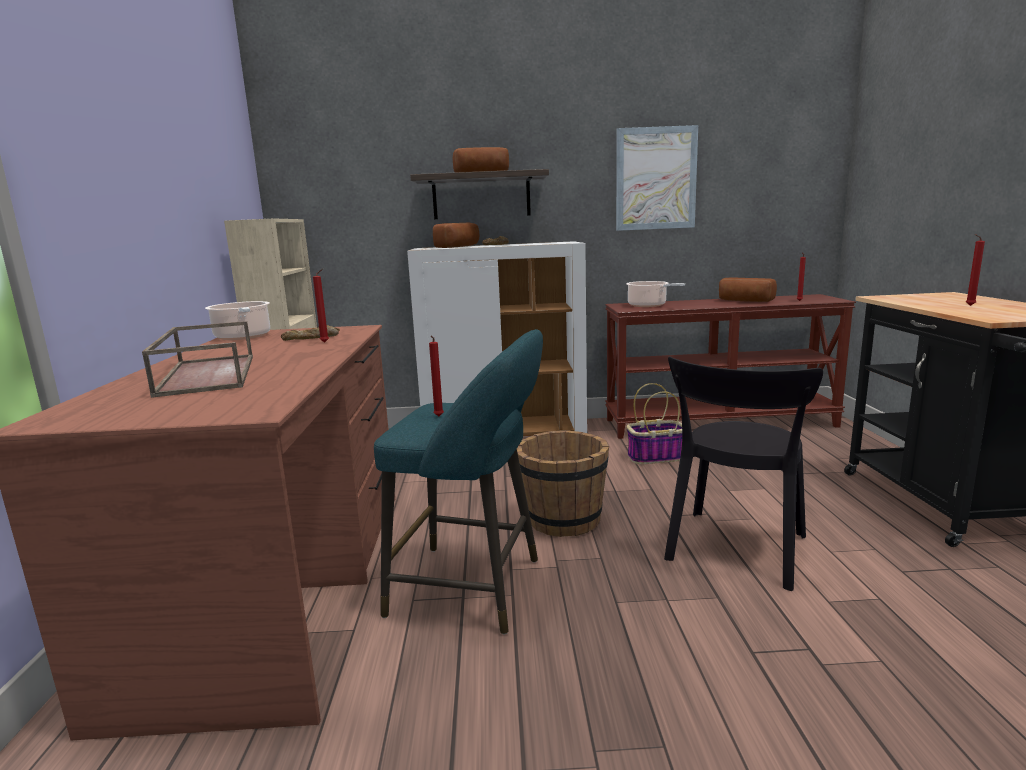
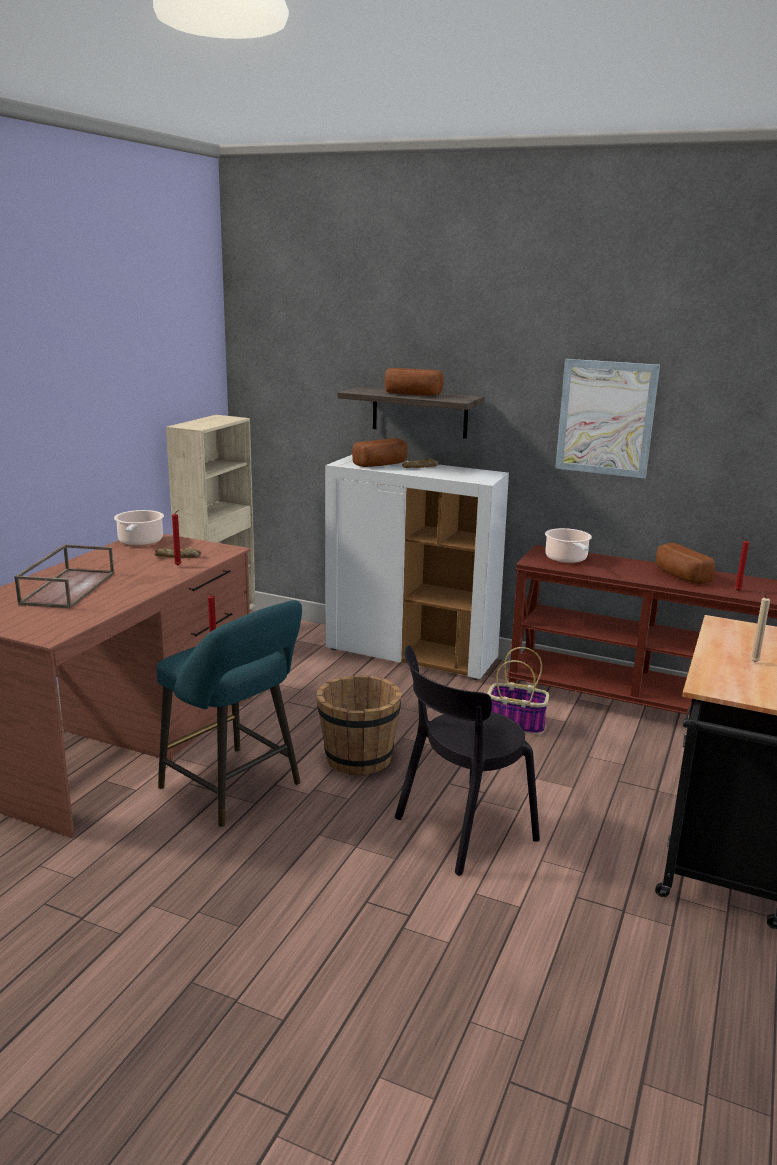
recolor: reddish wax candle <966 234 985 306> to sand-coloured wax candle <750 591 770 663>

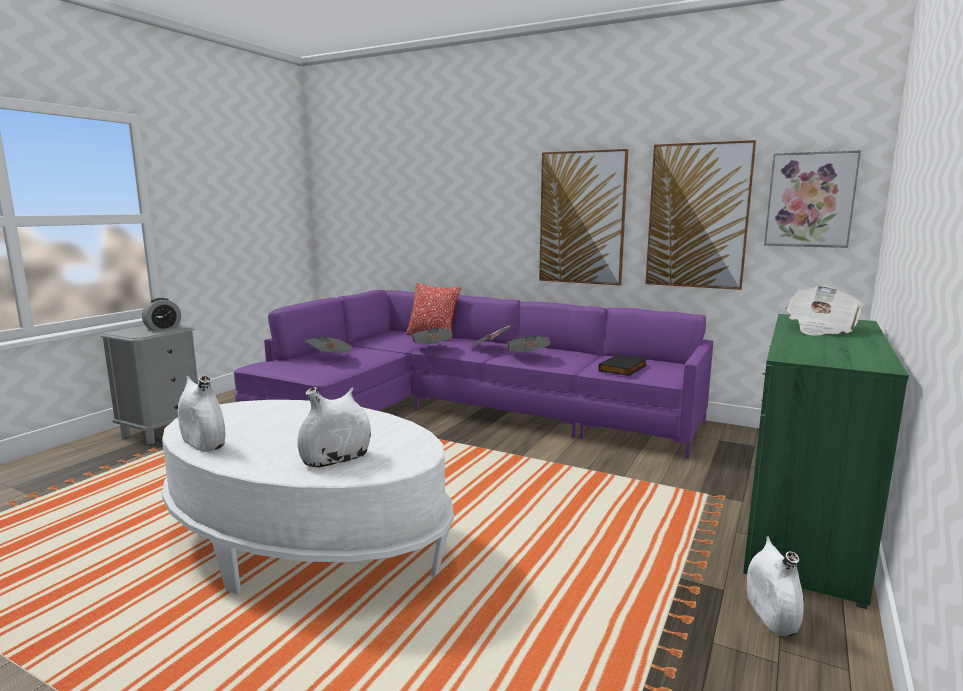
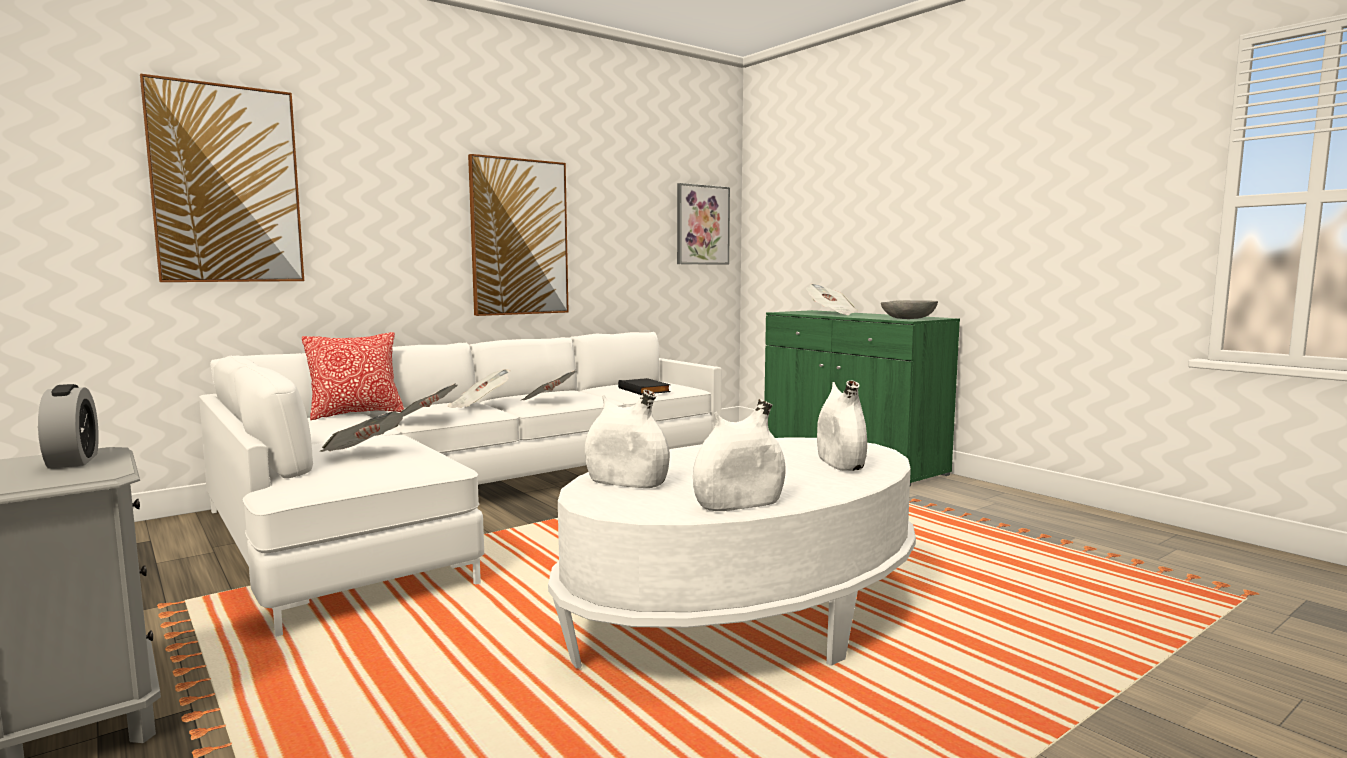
insert: greyish deep dish <881 300 938 319>
move: picture <645 140 756 290> to <140 74 304 282>; white-coloured vase <747 537 804 636> to <584 390 670 488>
recolor: purplish sofa <233 290 714 459> to white-coloured sofa <199 332 722 637>

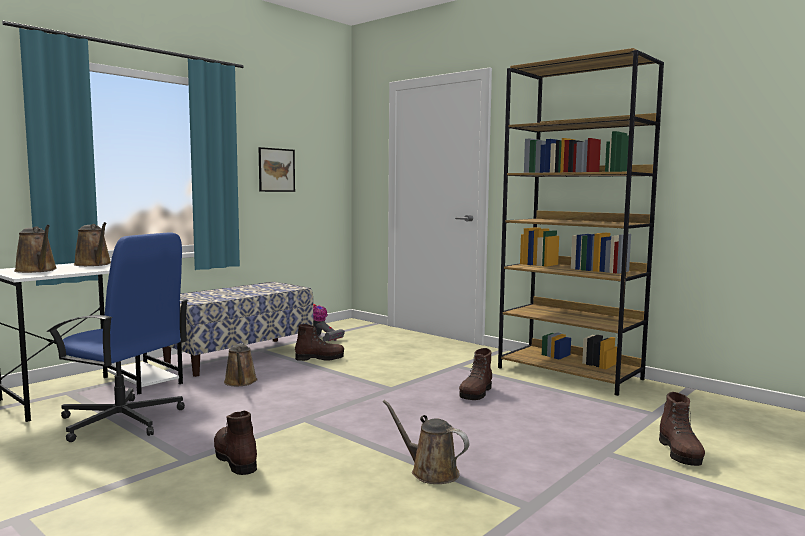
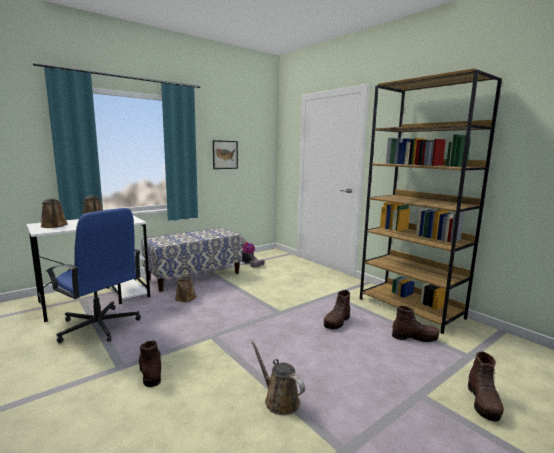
move: brownish tall boot <295 324 344 361> to <392 306 440 342>

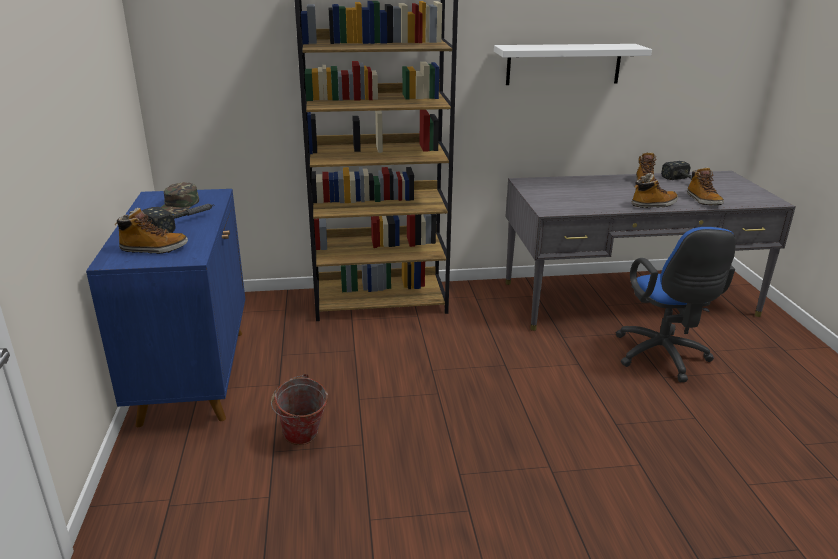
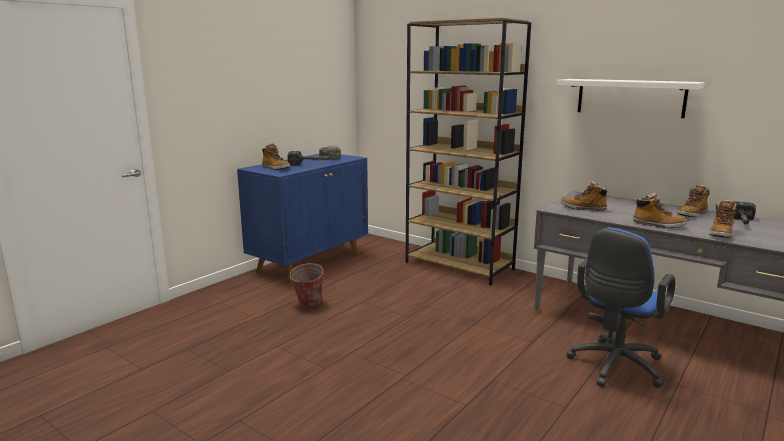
insert: tall boot <561 181 609 211>

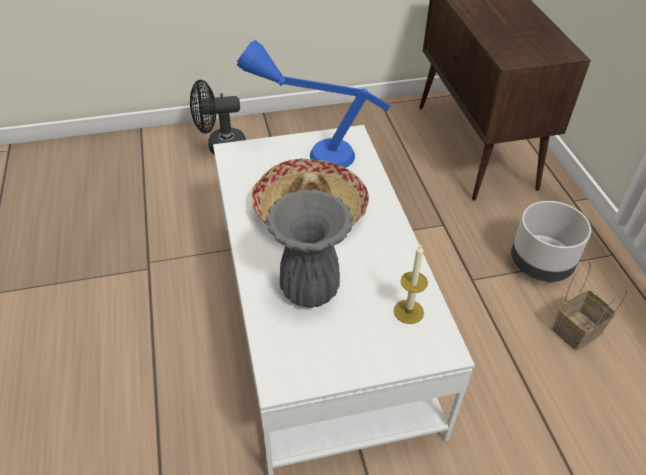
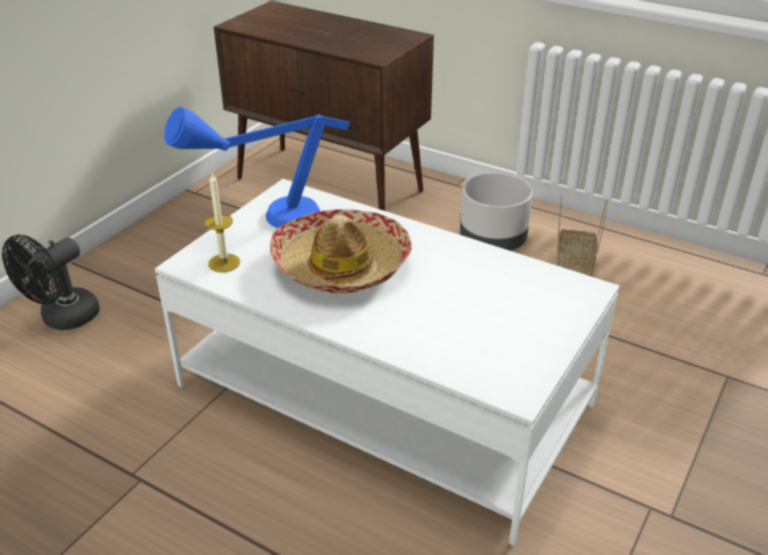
delete: greyish vase <266 189 353 308>
move: wax candle <394 245 428 324> to <205 173 240 272>

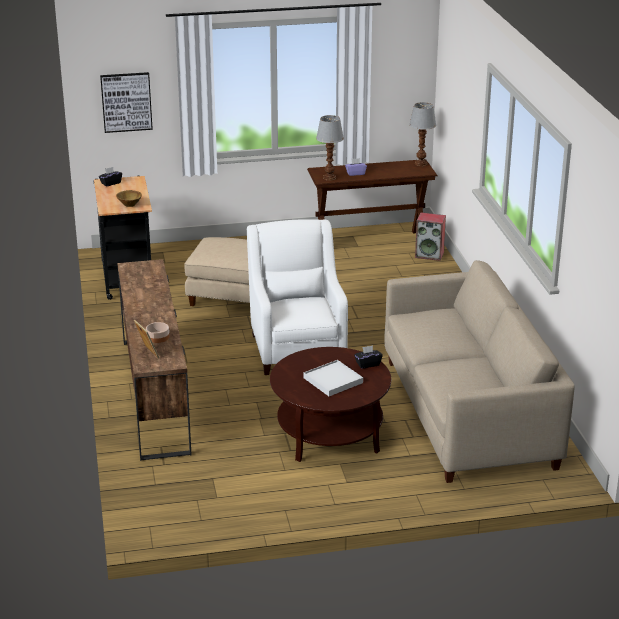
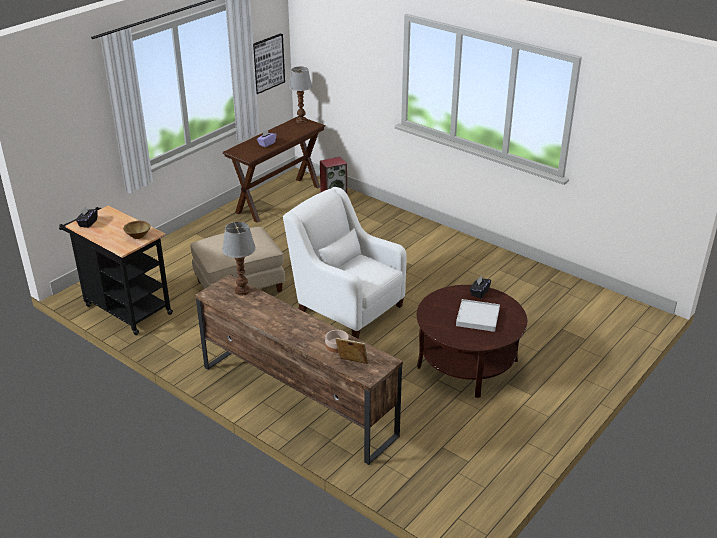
delete: sand-coloured sofa <384 260 575 483>
move: picture <100 72 153 133> to <253 33 285 94>; table lamp <316 115 344 181> to <222 222 256 296>

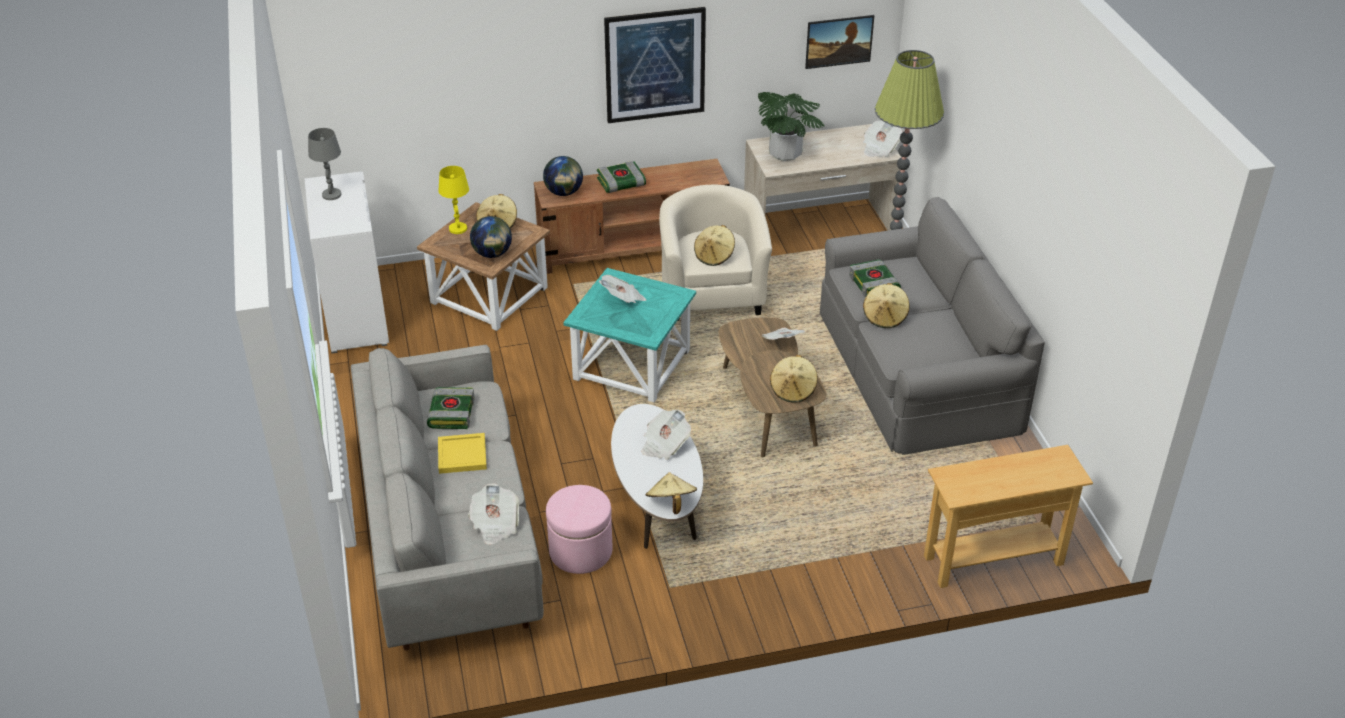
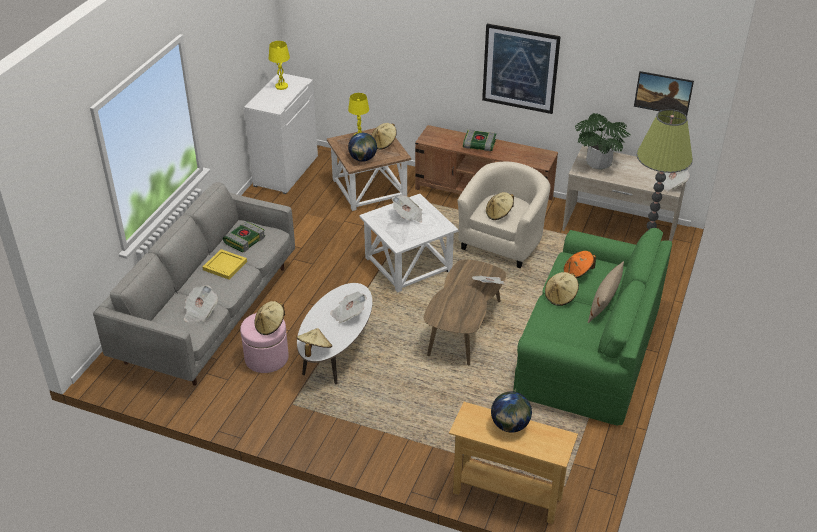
insert: sand-coloured pillow <588 261 624 323>
move: desk globe <543 156 583 196> to <491 391 532 433>; sand-coloured hat <770 355 818 403> to <254 301 285 335>
replace: bound book <849 259 901 298> to orangey hat <563 251 596 278>
recolor: greyish table lamp <308 128 341 200> to yellow-coloured table lamp <269 41 290 90>; blue-green accent table <563 268 696 402> to white-coloured accent table <359 194 458 292>; greyish sofa <820 197 1045 455> to green sofa <513 228 672 426>

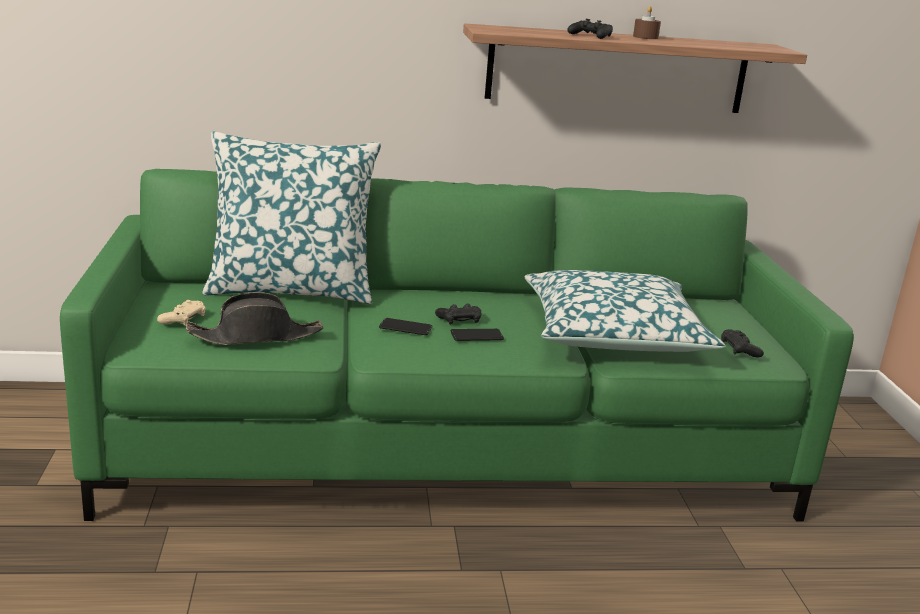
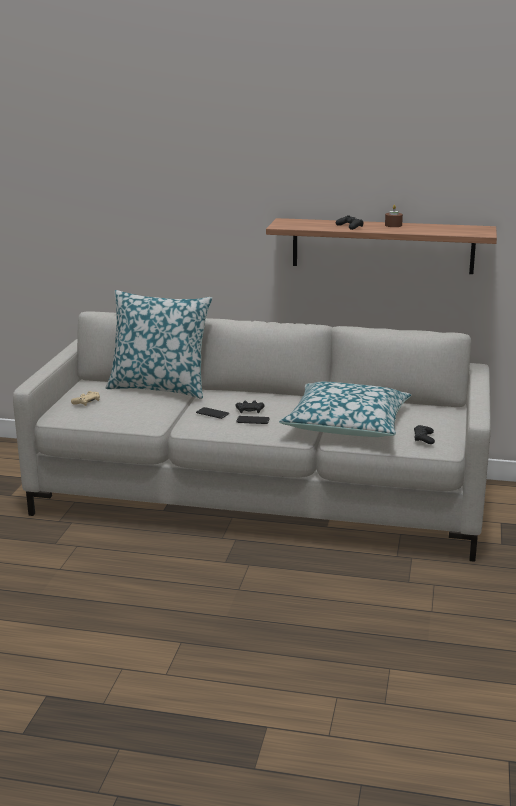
delete: black hat <186 292 324 345>
recolor: green sofa <60 169 854 522> to greyish sofa <13 311 491 562>

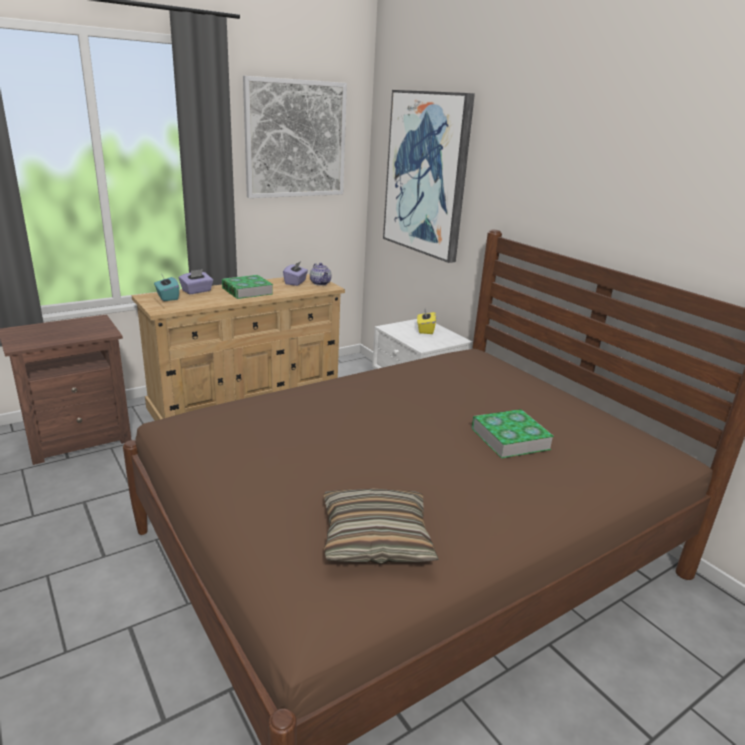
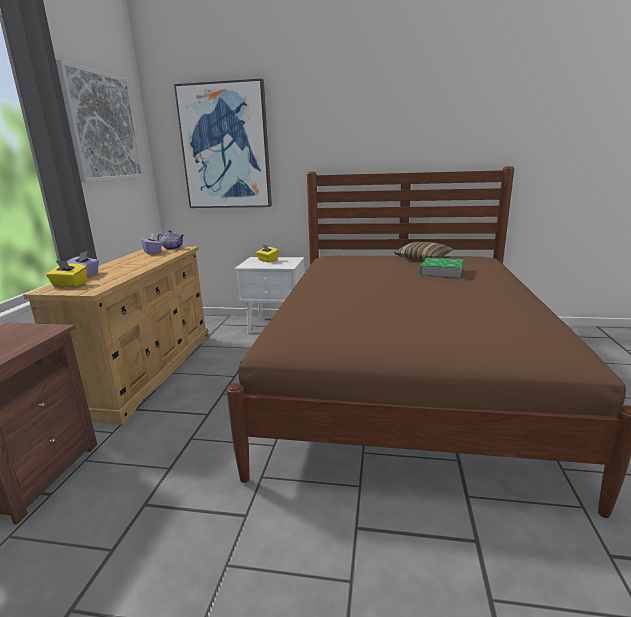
delete: bound book <222 275 273 299>
move: pillow <323 488 439 564> to <394 242 453 261>
recolor: blue-green box of tissues <154 273 179 301> to yellow-coloured box of tissues <46 260 87 287>

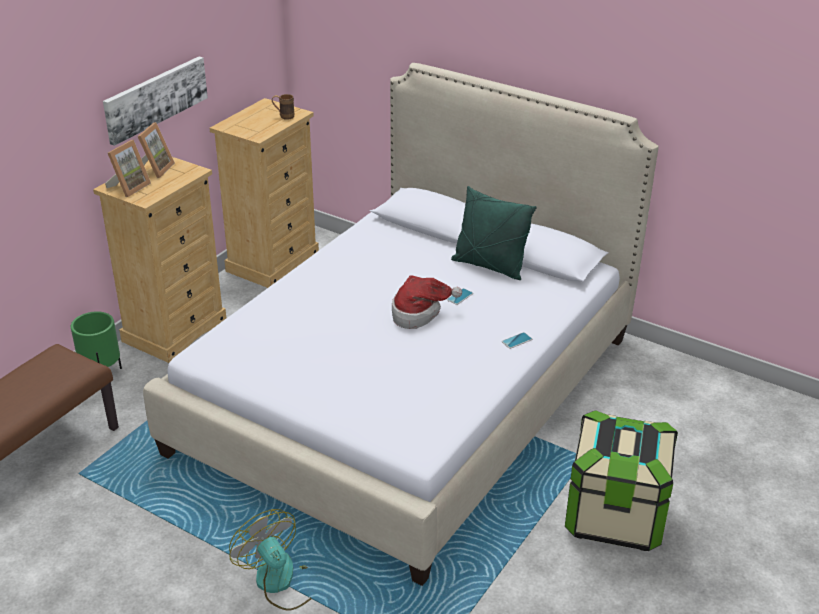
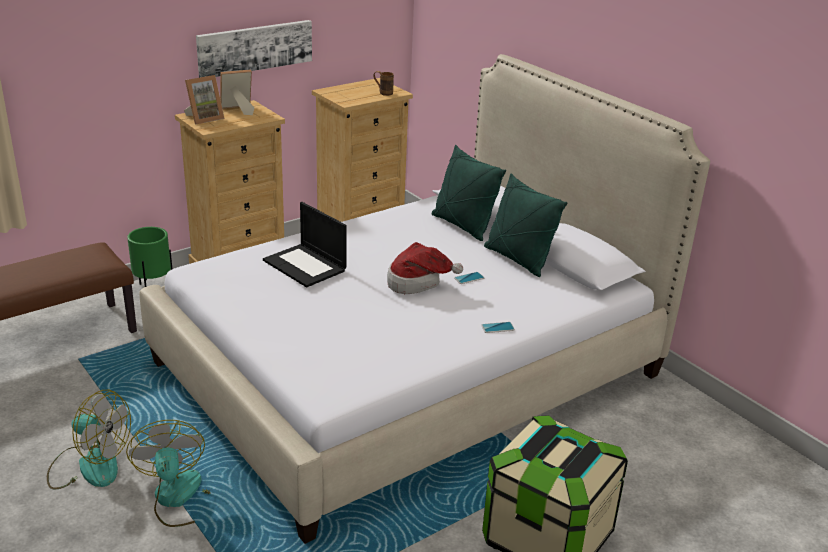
insert: electric fan <47 390 131 490>; portable computer <263 202 347 287>; green pillow <432 145 506 241>
rotate: picture frame <138 122 175 178> = <220 69 255 115> 150 degrees counterclockwise

